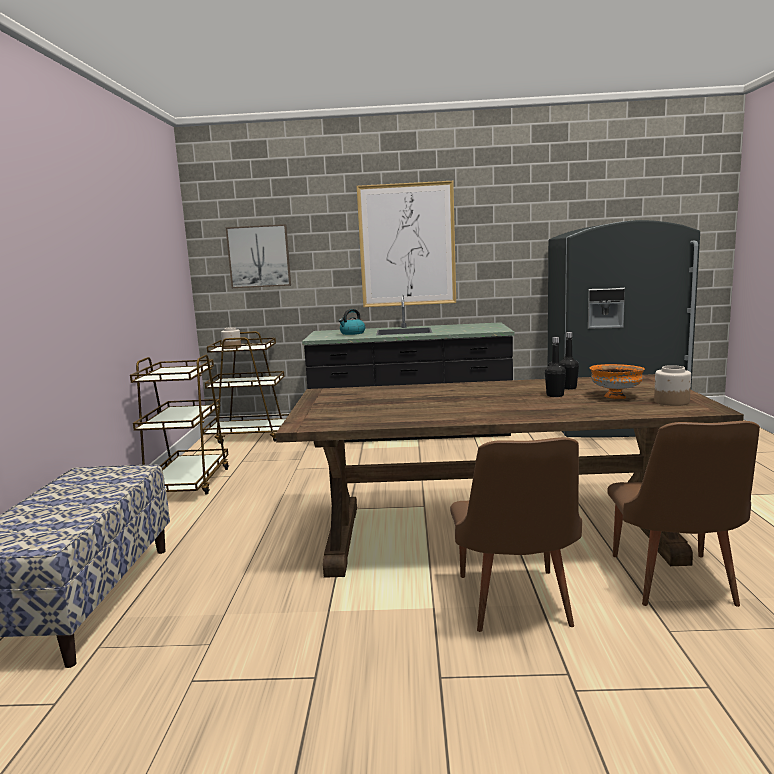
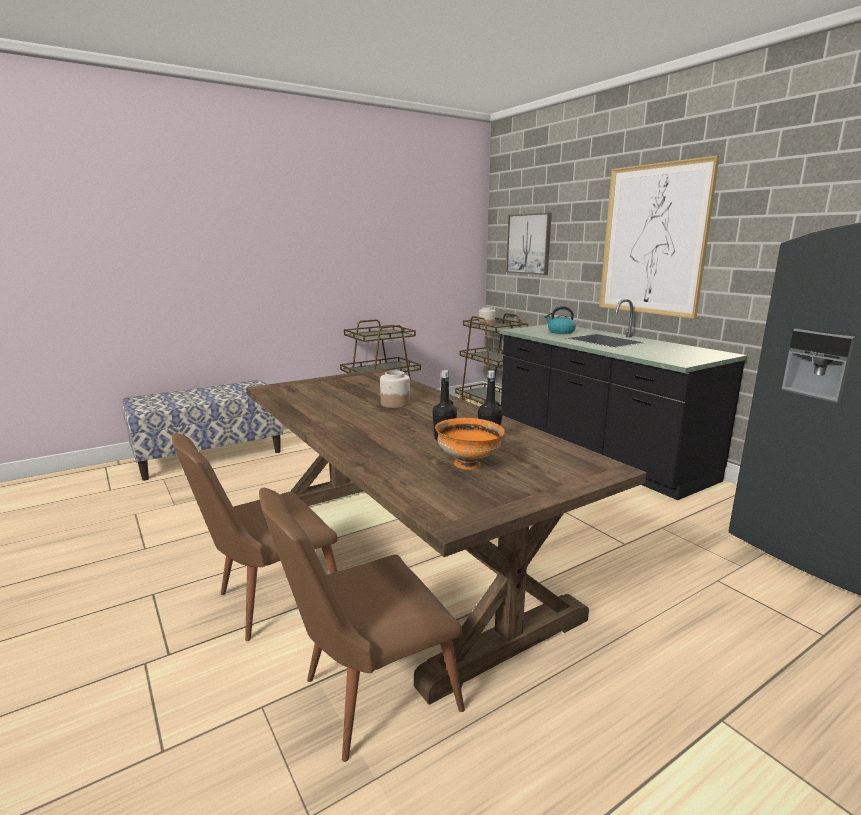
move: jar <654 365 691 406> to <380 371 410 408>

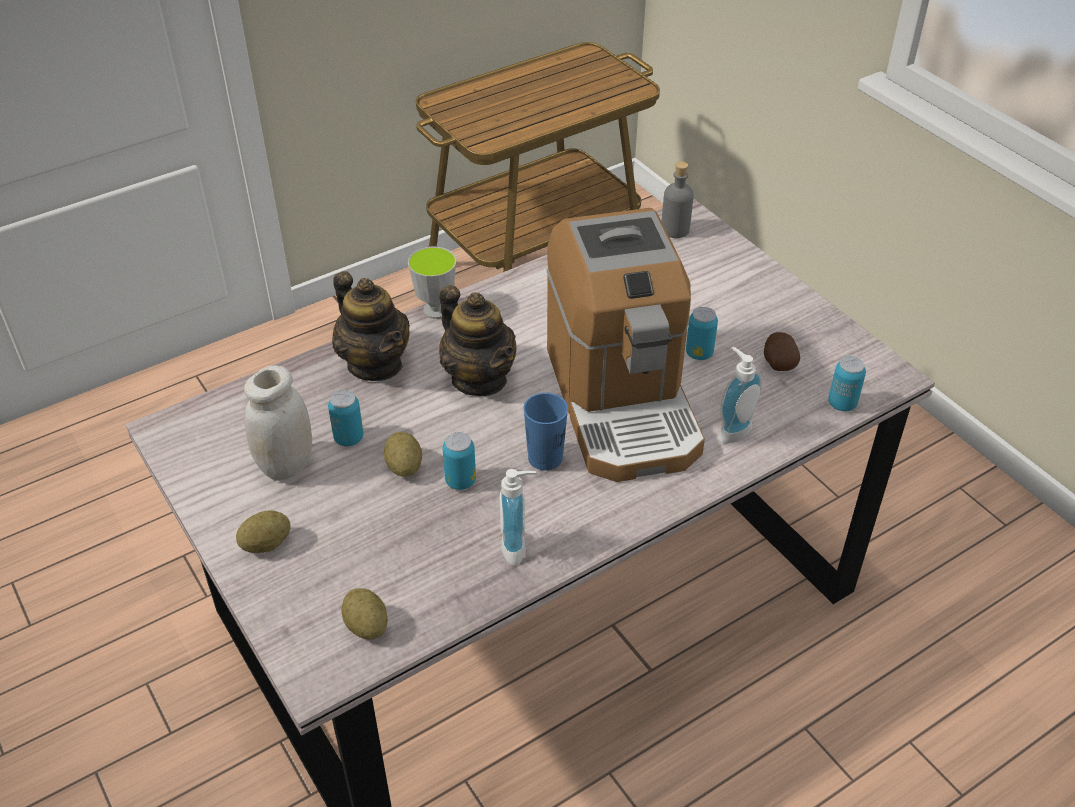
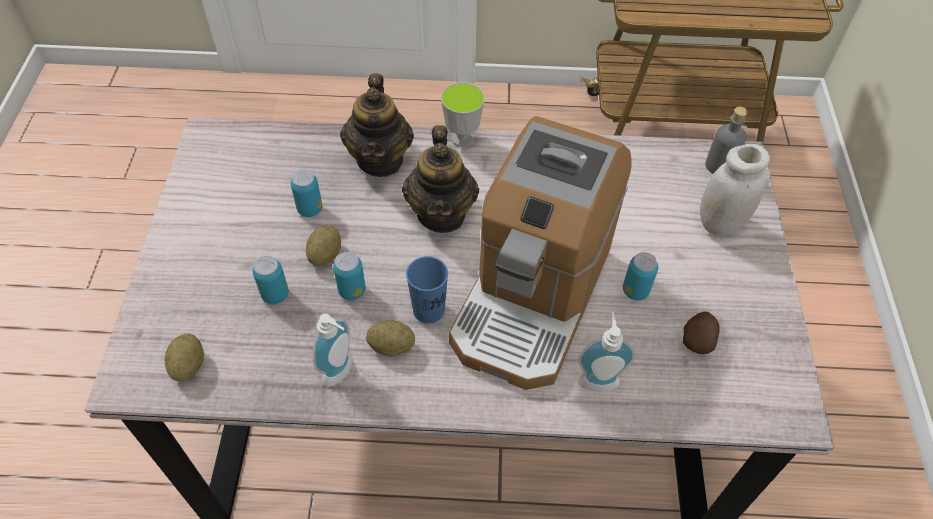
move: potato <236 510 291 553> to <366 320 415 356>; white-coloured jar <244 365 312 481> to <700 144 770 235>; sealed can <828 356 866 411> to <253 256 289 304>

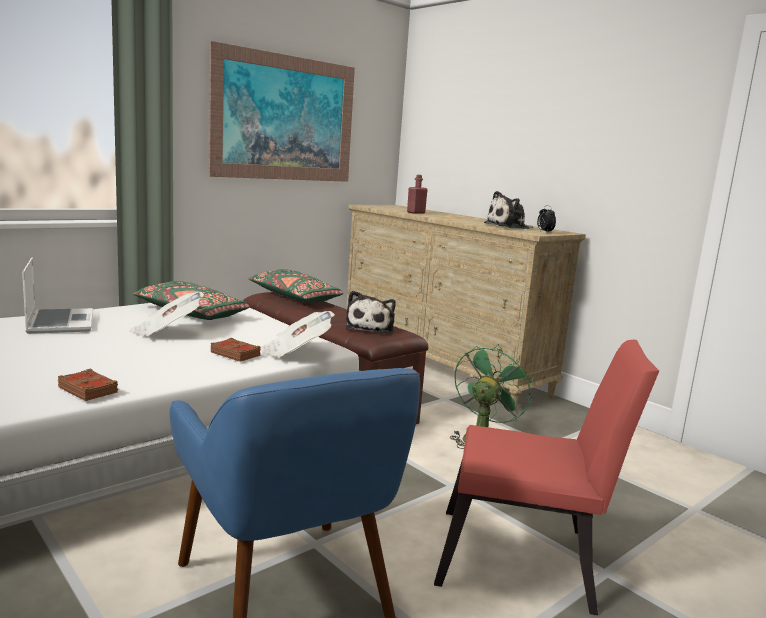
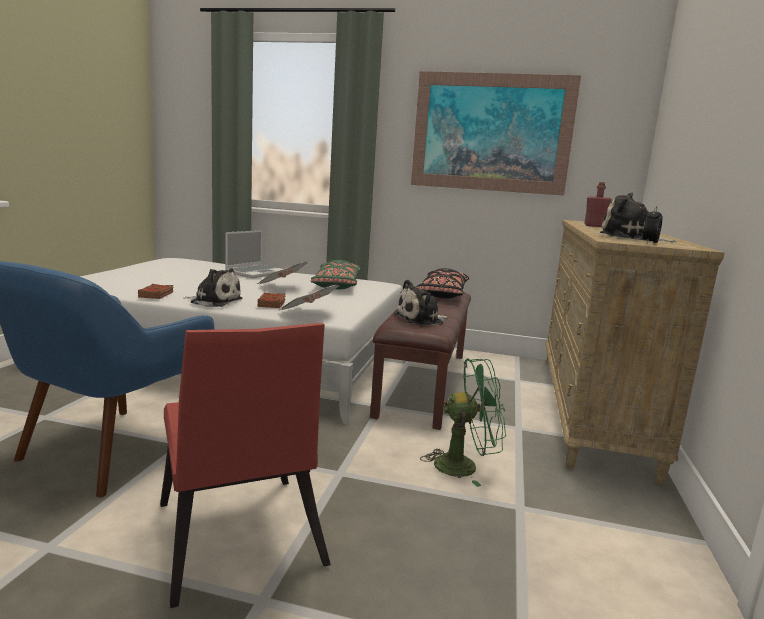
insert: cuddly toy <183 268 242 307>
recolor: green pillow <248 269 343 303> to black pillow <417 268 469 299>

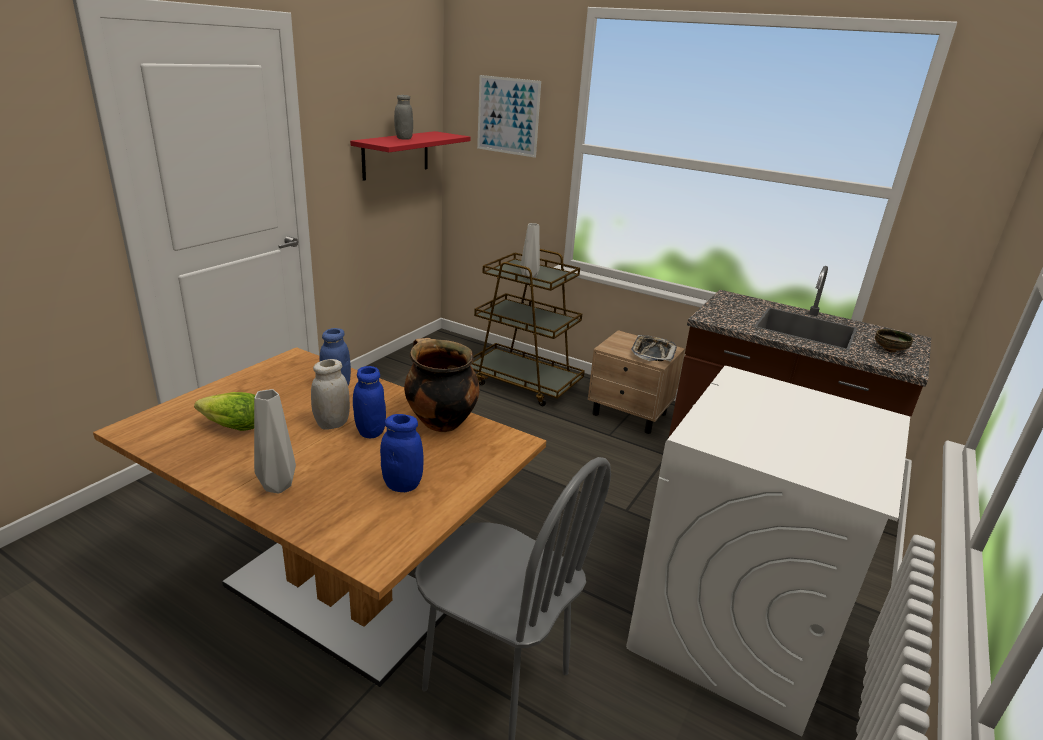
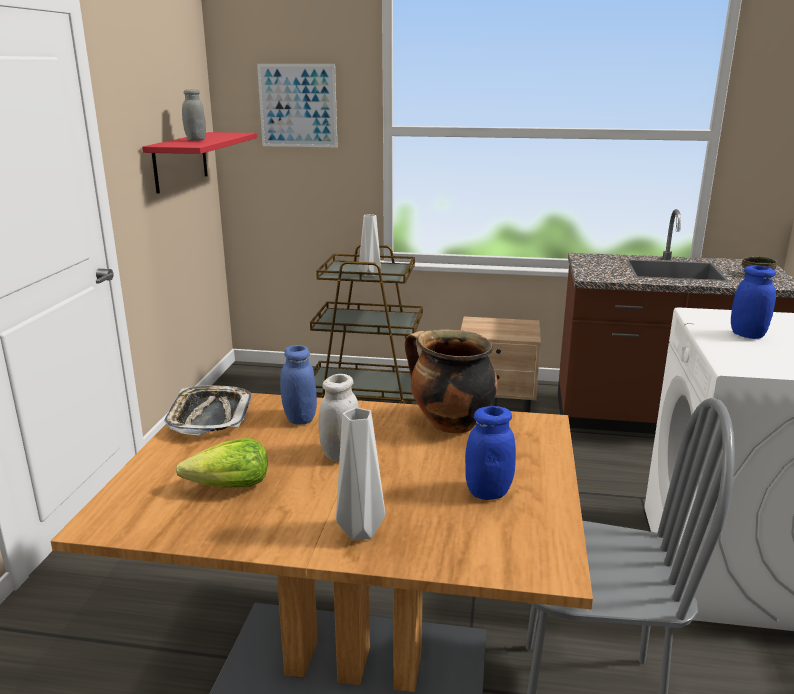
move: bluish jar <353 366 386 438> to <731 266 776 339>; serving tray <631 335 677 362> to <164 386 251 435>

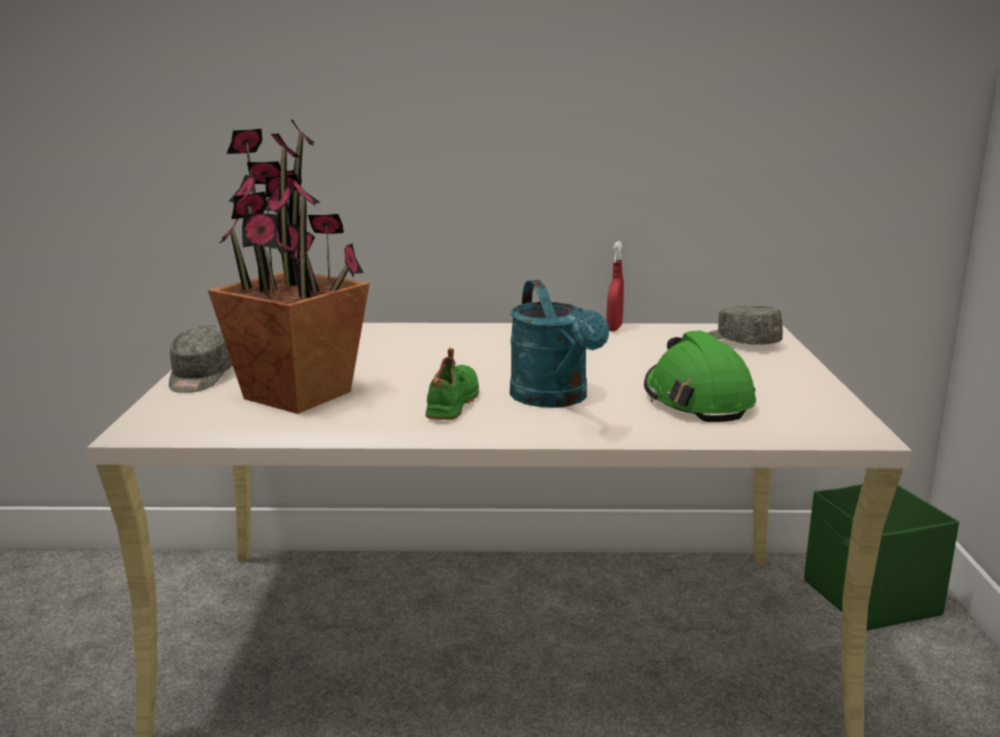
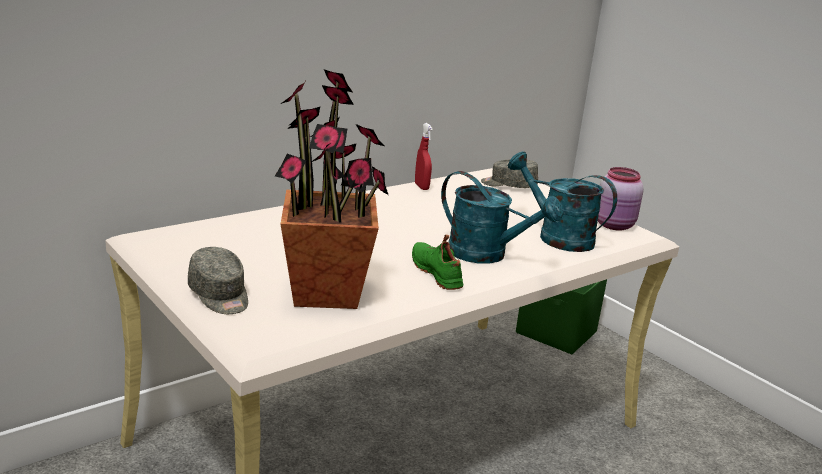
insert: pink-coloured jar <598 167 644 231>
replace: green hard hat <644 330 756 422> to blue-green watering can <508 151 617 252>

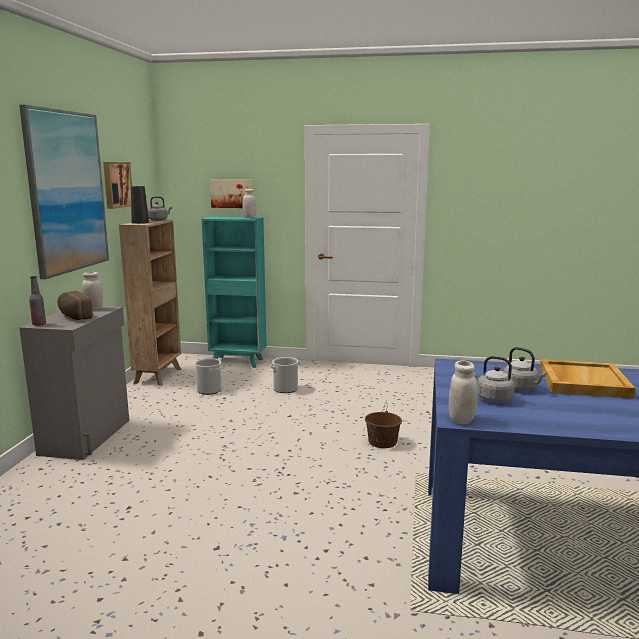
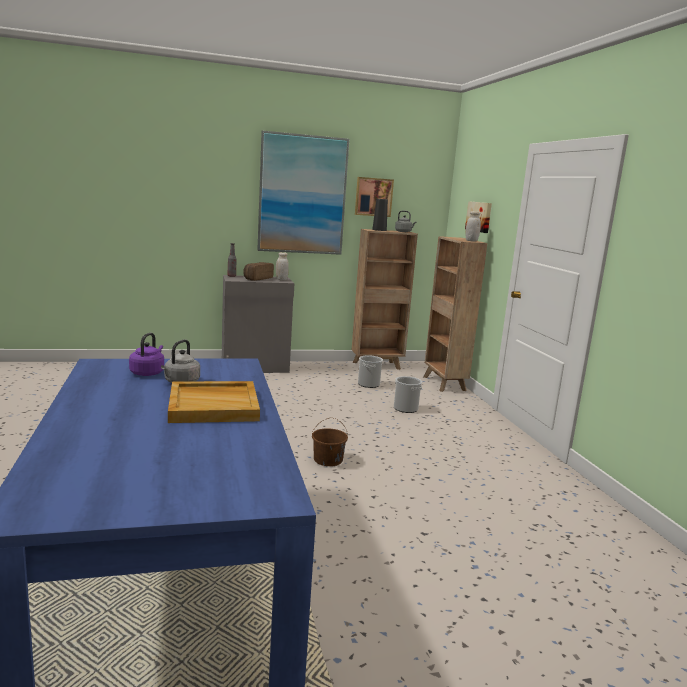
delete: white-coloured jar <449 360 478 424>
recolor: blue-green bookcase <202 217 266 368> to brownish bookcase <424 236 488 392>; greyish kettle <473 356 515 403> to purplish kettle <129 333 164 376>

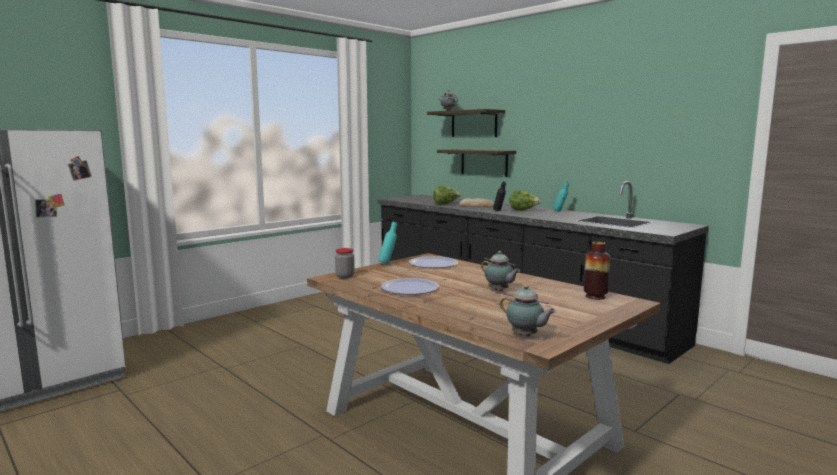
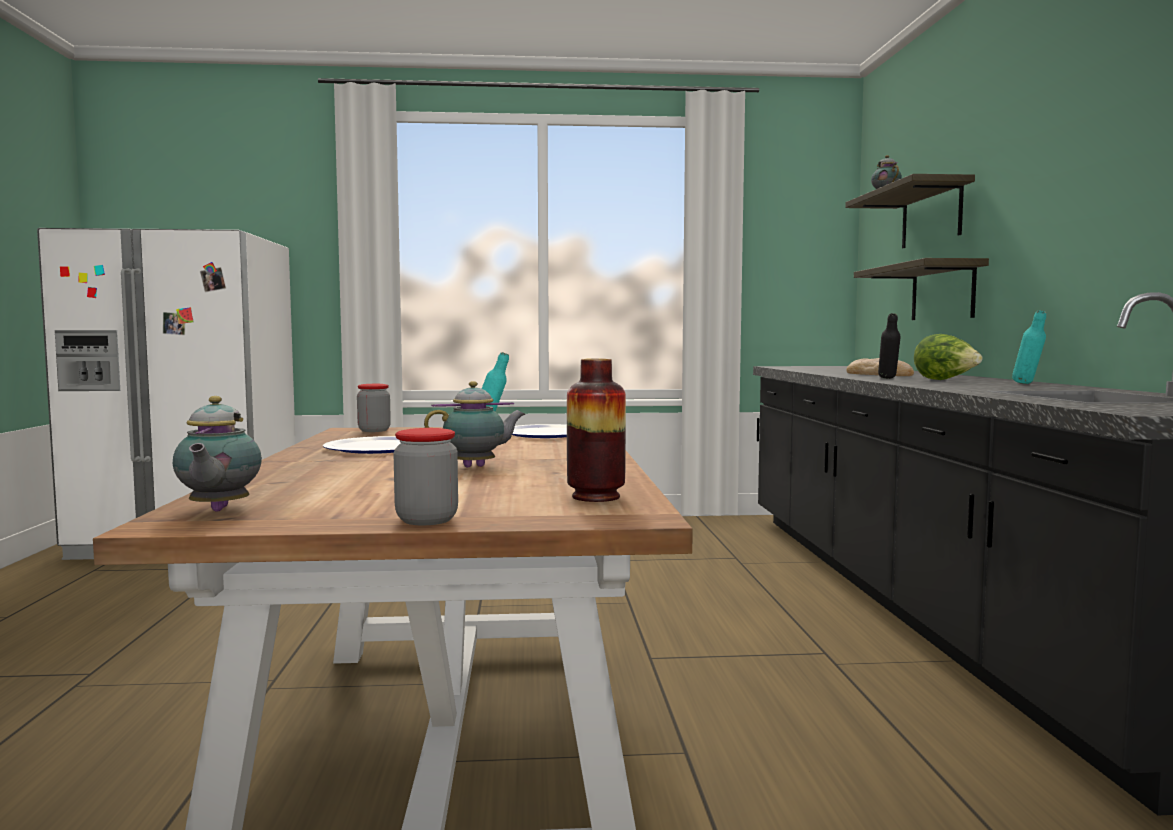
delete: lettuce head <433 185 461 204>
insert: jar <393 428 458 525>
rotate: teapot <481 251 520 291> = <424 381 526 467> 105 degrees counterclockwise

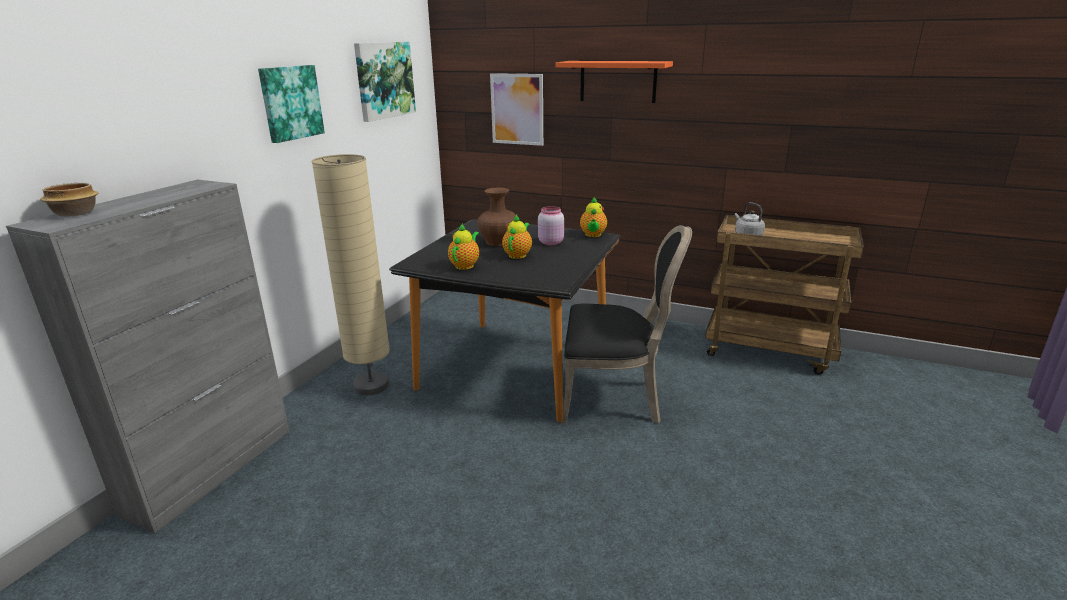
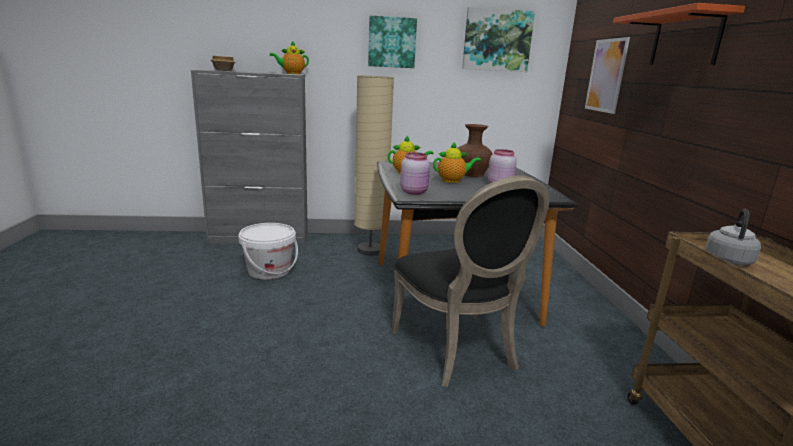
insert: white-coloured pail <238 223 298 279>; pink-coloured jar <400 152 430 195>
move: teapot <580 197 607 237> to <270 41 309 74>

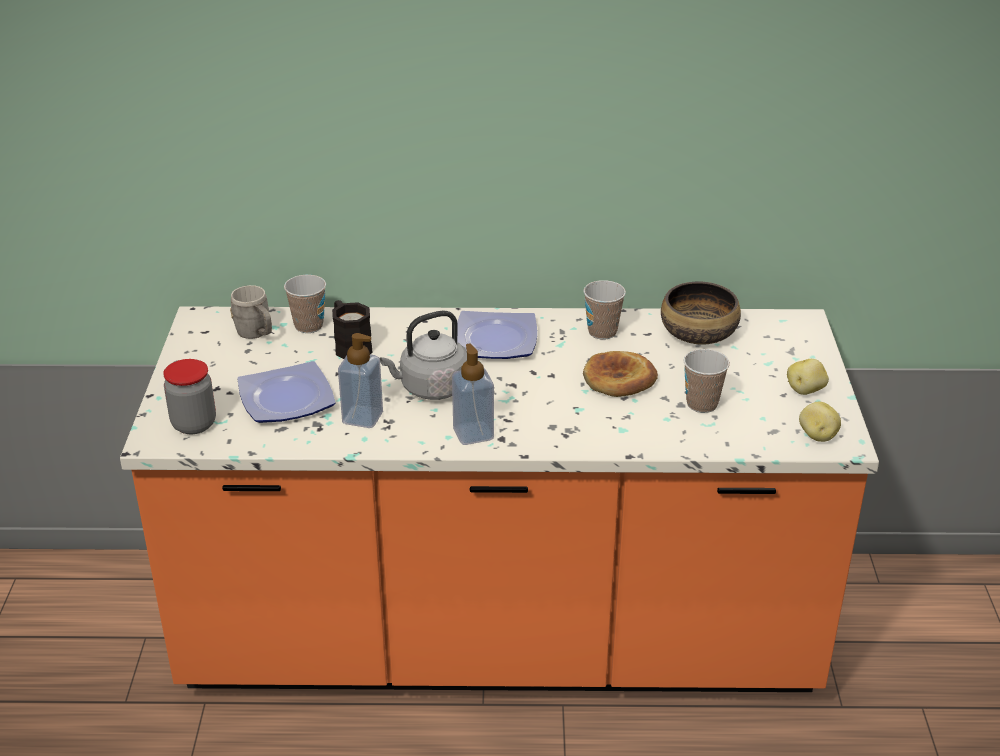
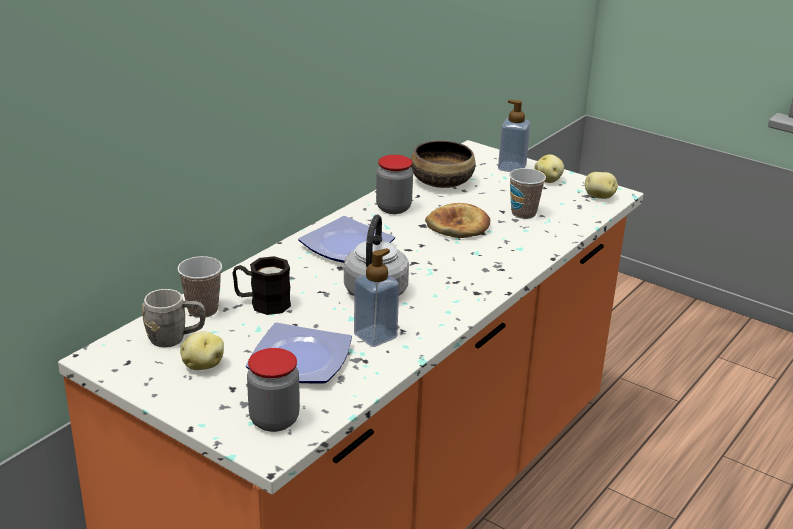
insert: potato <180 331 224 370>
move: soap bottle <452 344 494 445> to <498 100 530 172>
replace: cup <584 280 626 340> to jar <376 155 413 214>

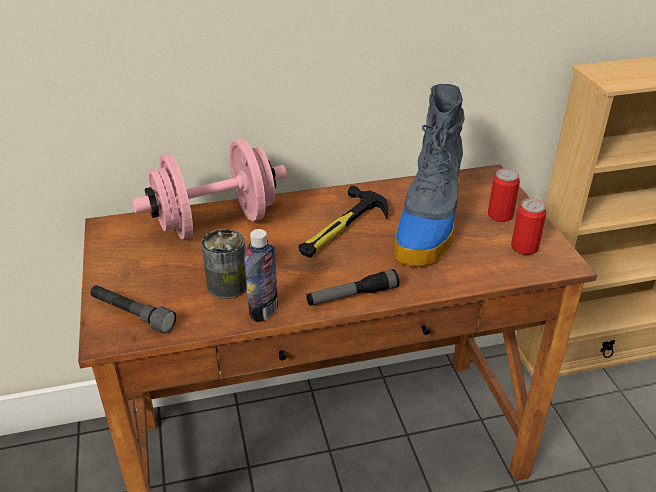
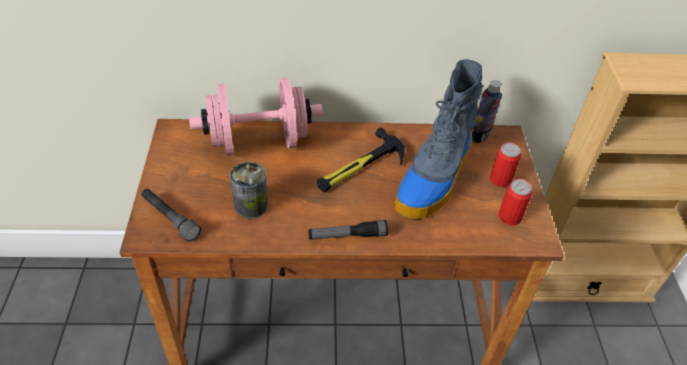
move: drink bottle <244 229 278 323> to <471 80 502 143>

